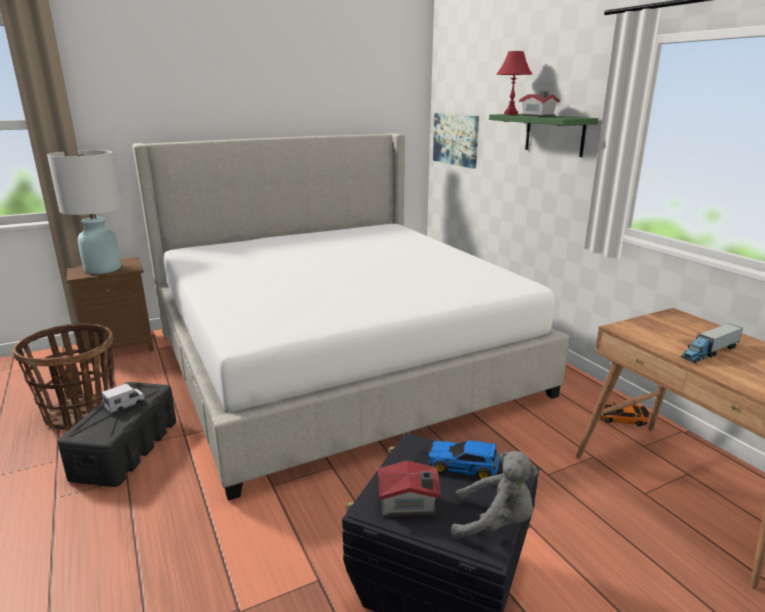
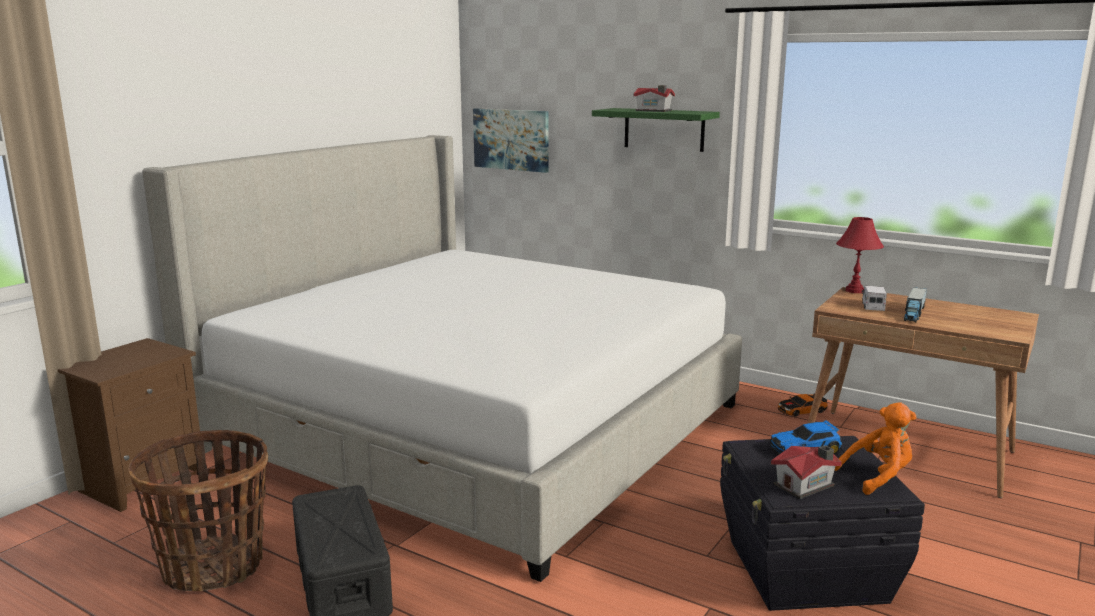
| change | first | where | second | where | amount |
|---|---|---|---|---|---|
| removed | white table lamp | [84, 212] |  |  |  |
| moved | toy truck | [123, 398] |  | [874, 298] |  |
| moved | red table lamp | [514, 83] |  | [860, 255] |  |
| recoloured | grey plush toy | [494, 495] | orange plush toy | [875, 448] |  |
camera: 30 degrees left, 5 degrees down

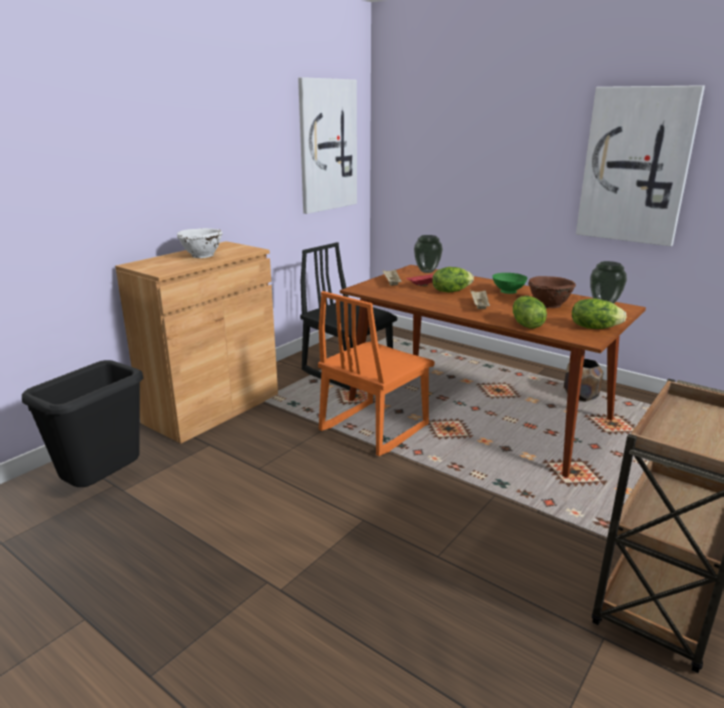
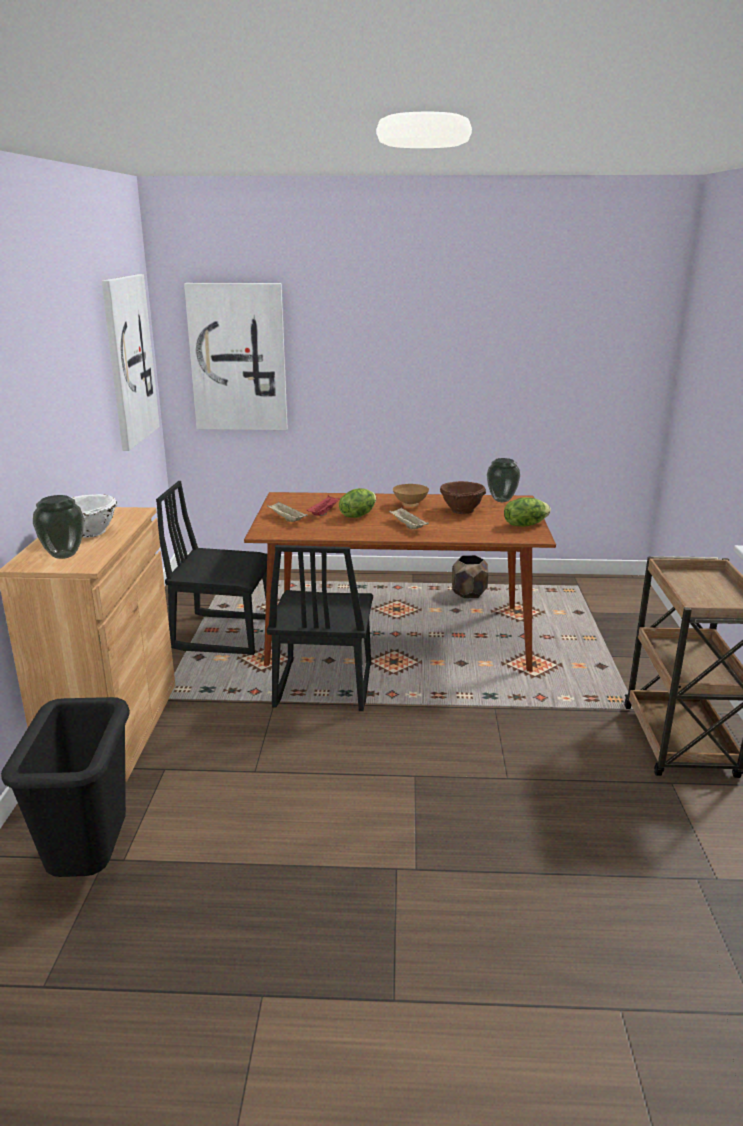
| change | first | where | second | where | amount |
|---|---|---|---|---|---|
| removed | lettuce | [530, 312] |  |  |  |
| moved | vase | [428, 254] |  | [58, 527] |  |
| moved | picture | [640, 165] |  | [236, 356] |  |
| recoloured | orange chair | [376, 373] | black chair | [320, 628] |  |
| recoloured | green bowl | [510, 283] | brown bowl | [411, 495] |  |
camera: 35 degrees left, 0 degrees up

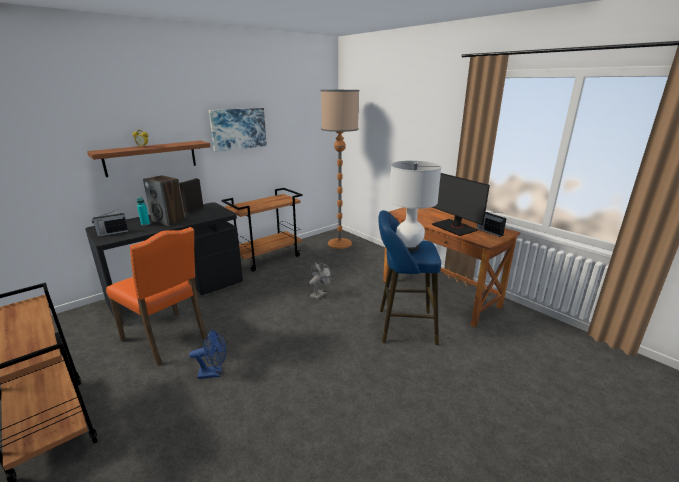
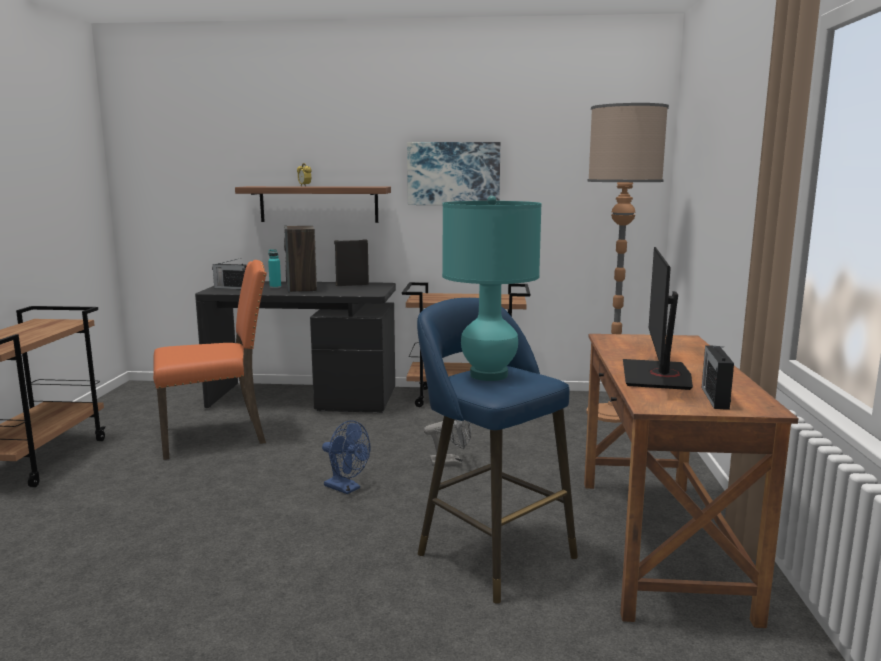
| change | first | where | second | where | amount |
|---|---|---|---|---|---|
| moved | blue fan | [207, 354] |  | [346, 457] |  |
| recoloured | white table lamp | [415, 206] | turquoise table lamp | [492, 288] |  |
| turned | orange chair | [157, 296] |  | [210, 360] | 105 degrees counterclockwise |
camera: 45 degrees right, 10 degrees down

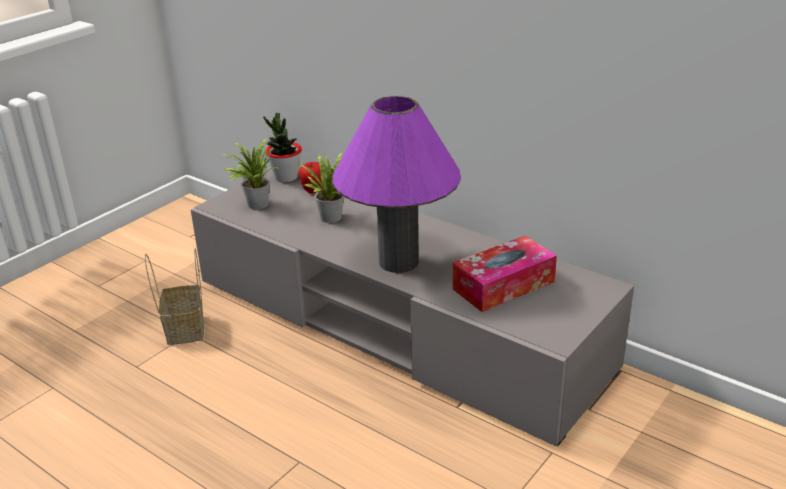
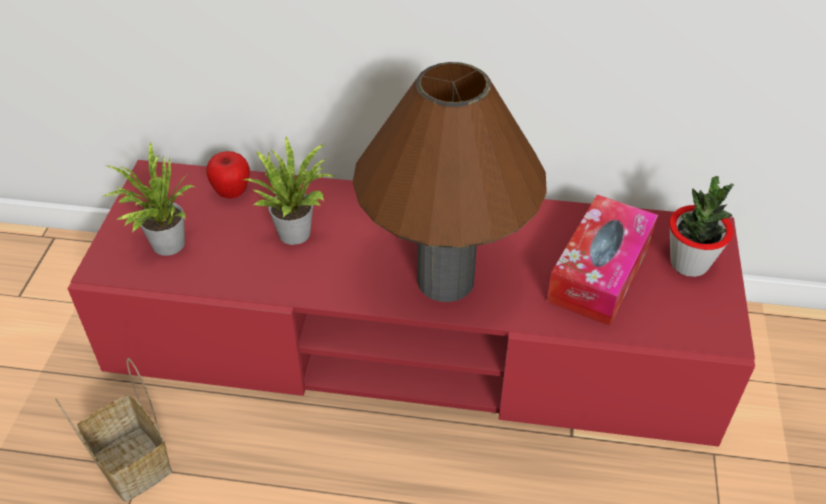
| change | first | where | second | where | amount |
|---|---|---|---|---|---|
| moved | potted plant | [282, 148] |  | [701, 226] |  |
| recoloured | grey tv stand | [412, 307] | red tv stand | [411, 303] |  |
| recoloured | purple table lamp | [397, 184] | brown table lamp | [450, 182] |  |
camera: 30 degrees left, 15 degrees up

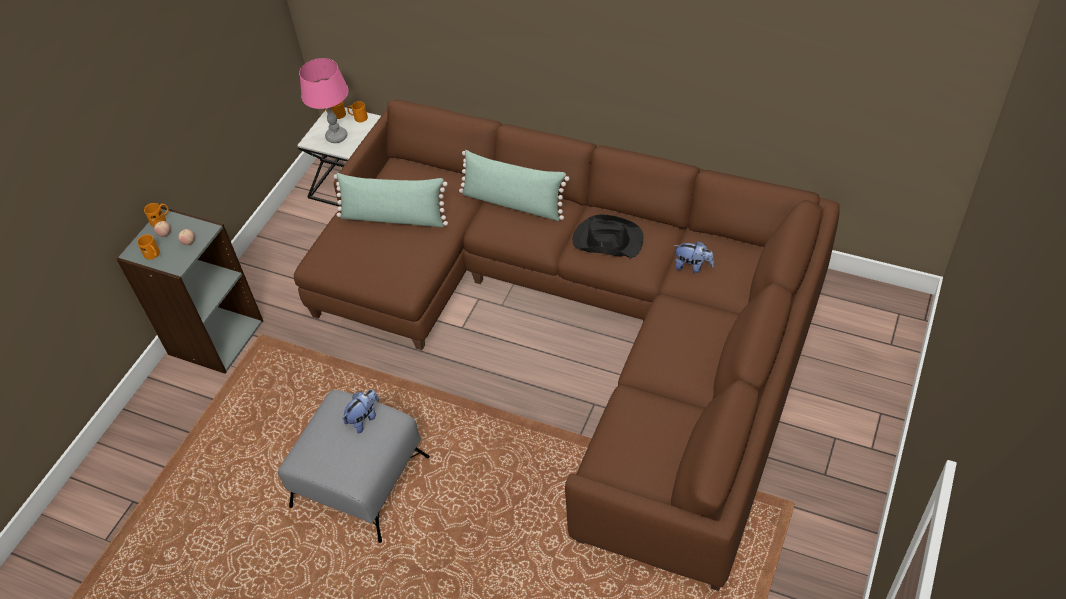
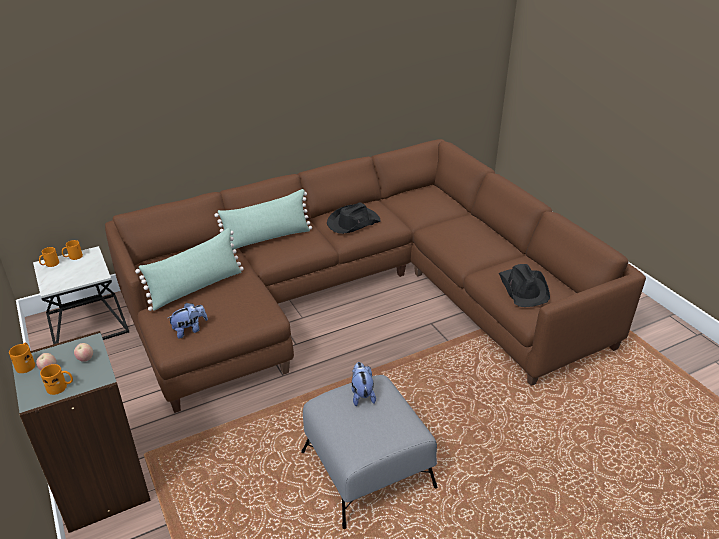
| change | first | where | second | where | amount |
|---|---|---|---|---|---|
| removed | pink table lamp | [324, 100] |  |  |  |
| added |  |  | black hat | [524, 285] |  |
| moved | plush toy | [693, 257] |  | [188, 321] |  |
camera: 55 degrees left, 15 degrees down

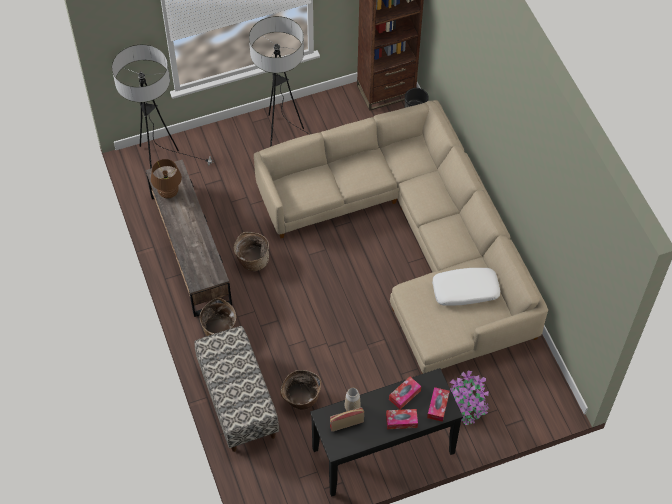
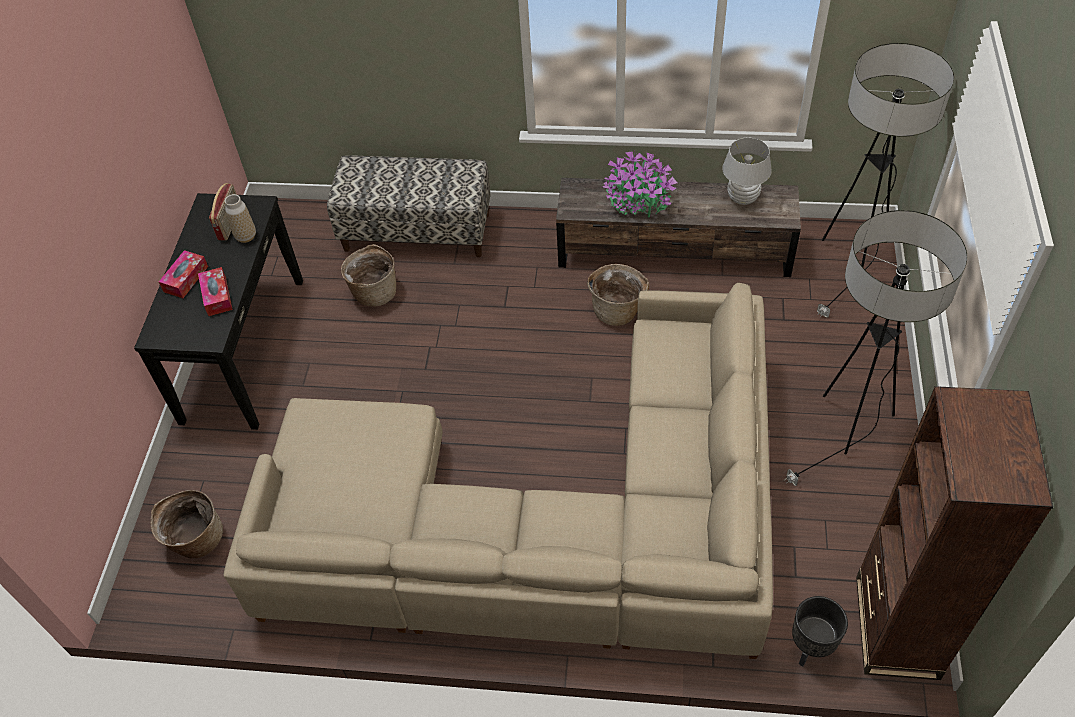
| change | first | where | second | where | amount |
|---|---|---|---|---|---|
| removed | tissue box | [438, 404] |  |  |  |
| removed | white pillow | [466, 287] |  |  |  |
| moved | basket | [218, 317] |  | [186, 524] |  |
| moved | potted plant | [469, 398] |  | [640, 184] |  |
| recoloured | brown table lamp | [166, 178] | white table lamp | [747, 171] |  |
camera: 120 degrees right, 5 degrees down

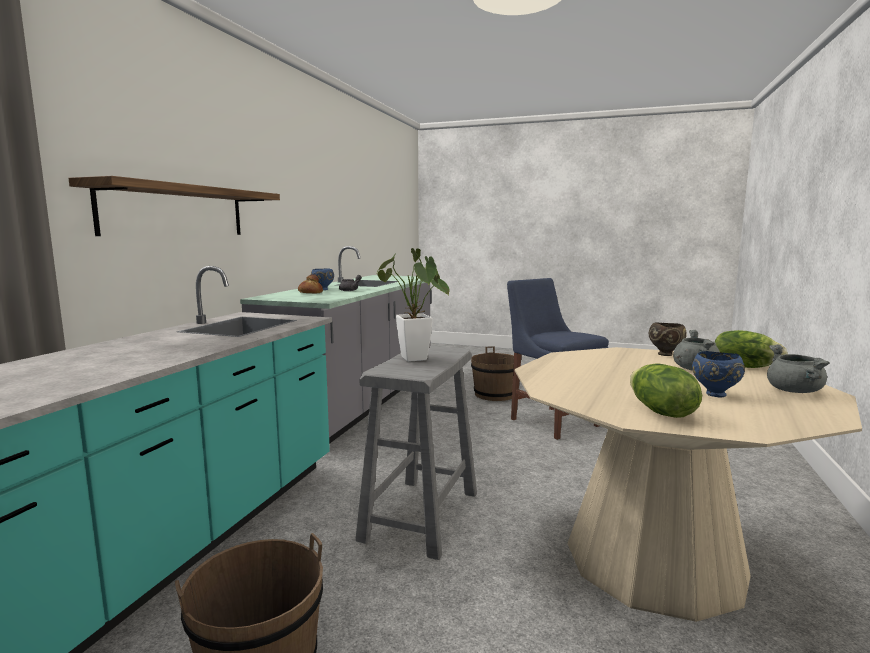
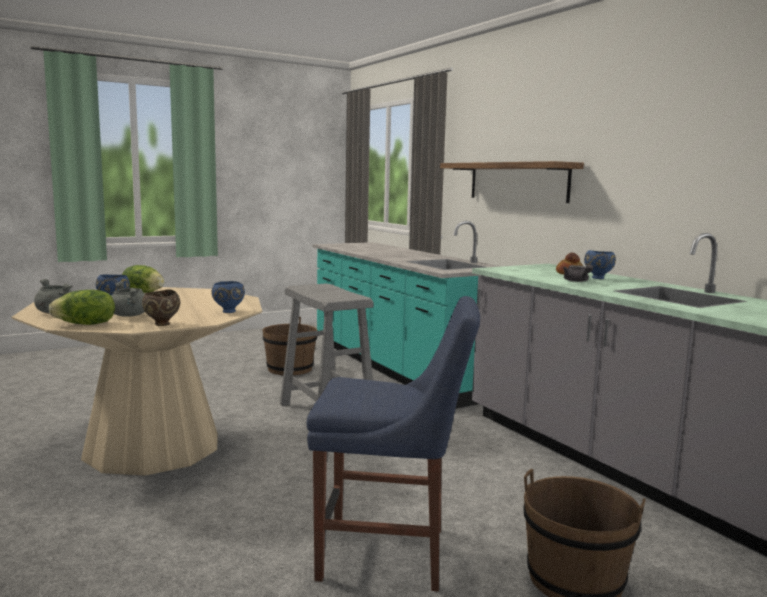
| change | first | where | second | where | amount |
|---|---|---|---|---|---|
| removed | potted plant | [413, 305] |  |  |  |
| added |  |  | blue bowl | [228, 297] |  |
camera: 130 degrees right, 0 degrees up

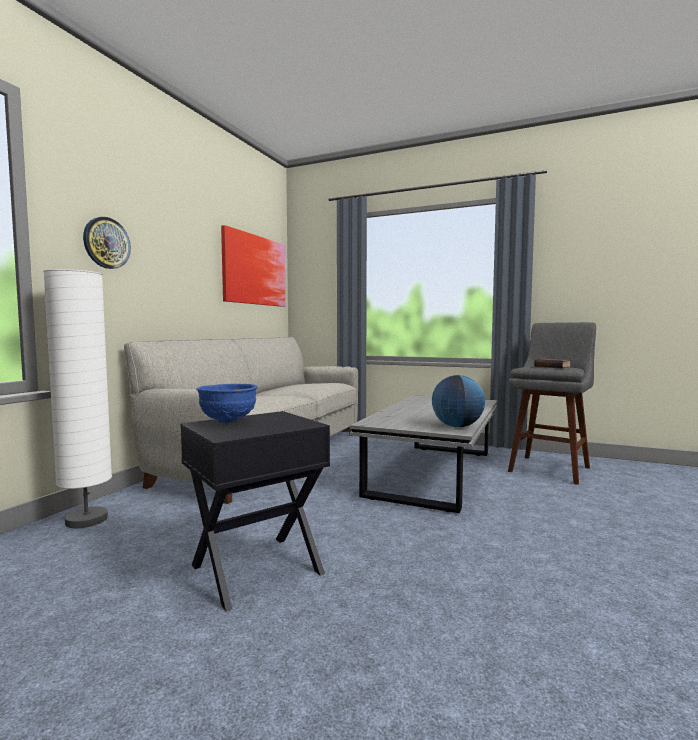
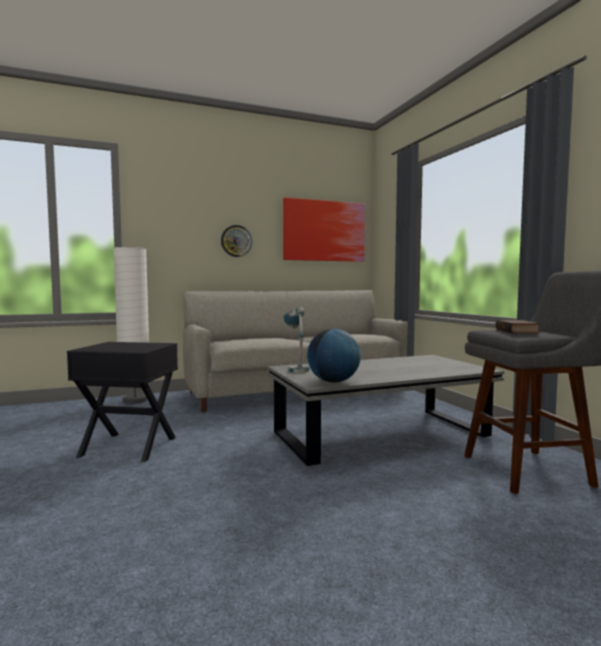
| change | first | where | second | where | amount |
|---|---|---|---|---|---|
| removed | blue bowl | [227, 403] |  |  |  |
| added |  |  | table lamp | [296, 340] |  |
| moved | wall clock | [107, 243] |  | [236, 241] |  |
camera: 45 degrees right, 0 degrees up

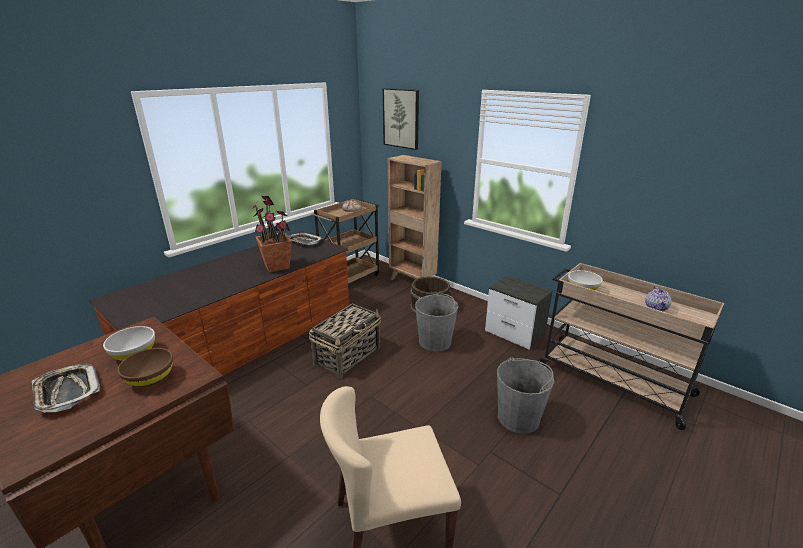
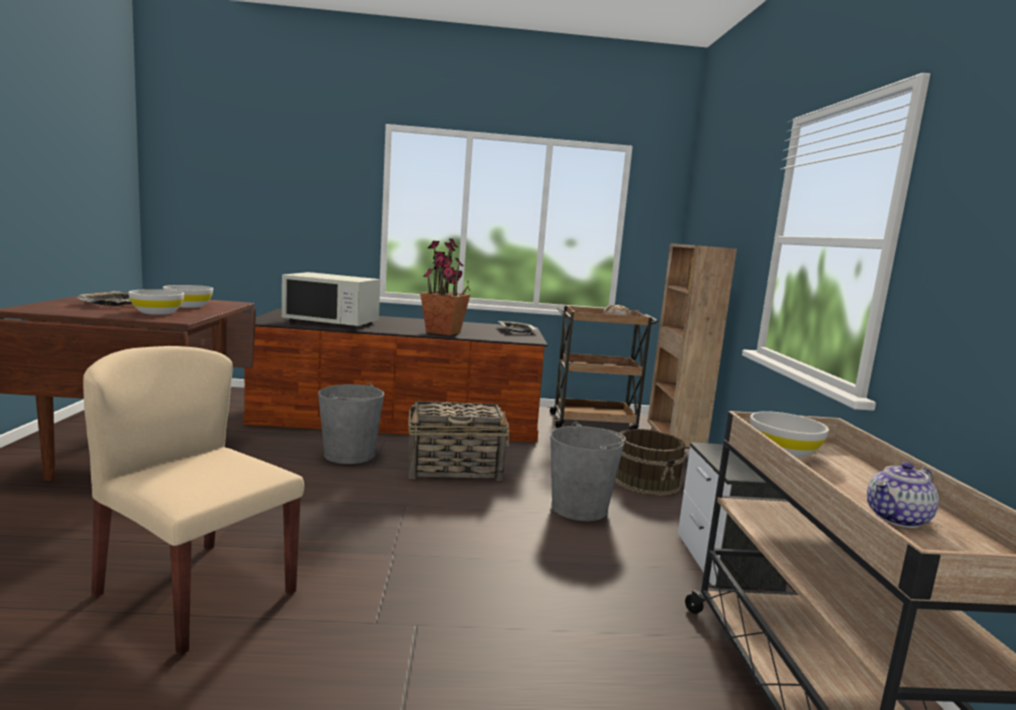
| change | first | where | second | where | amount |
|---|---|---|---|---|---|
| removed | picture | [401, 119] |  |  |  |
| added |  |  | white microwave | [331, 301] |  |
| moved | grey bucket | [525, 395] |  | [351, 423] |  |
| recoloured | brown bowl | [145, 367] | white bowl | [156, 302] |  |
camera: 45 degrees right, 15 degrees down

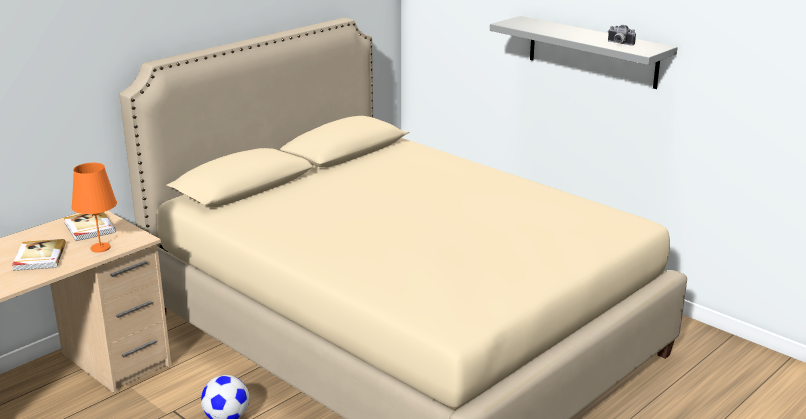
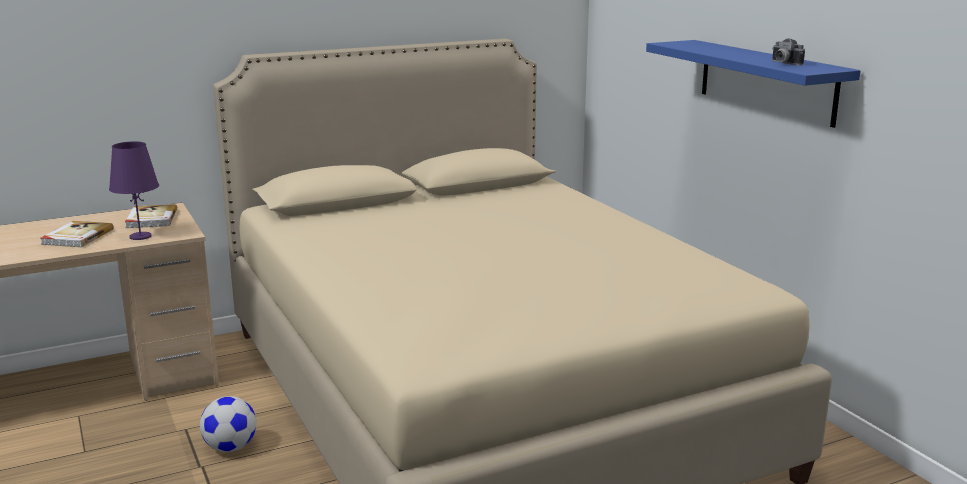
| change | first | where | second | where | amount |
|---|---|---|---|---|---|
| recoloured | orange table lamp | [94, 207] | purple table lamp | [134, 190] |  |
| recoloured | grey shelf | [584, 52] | blue shelf | [753, 84] |  |
camera: 20 degrees right, 5 degrees down

